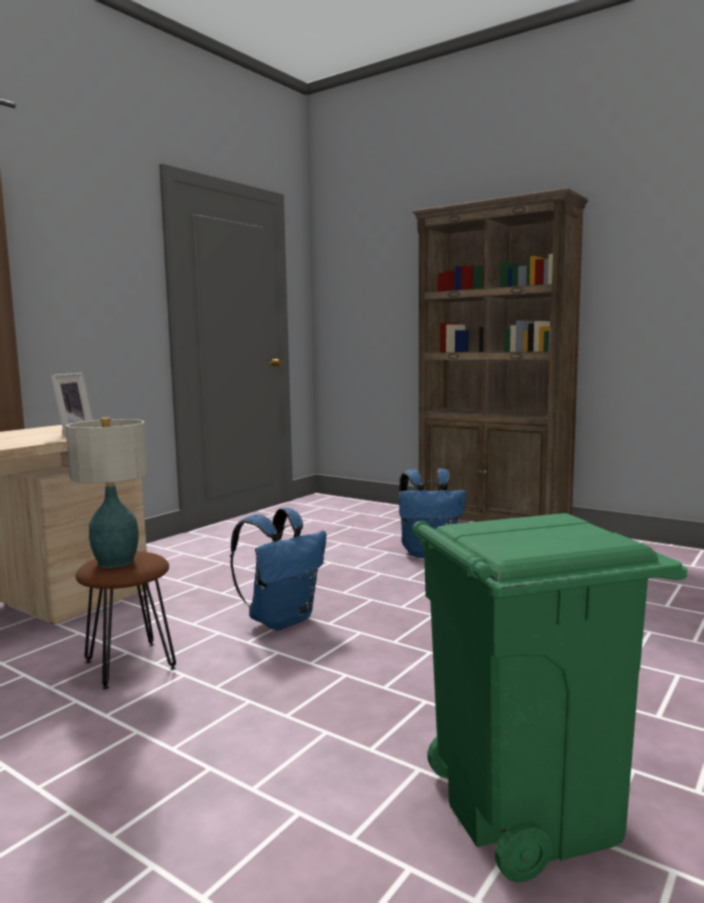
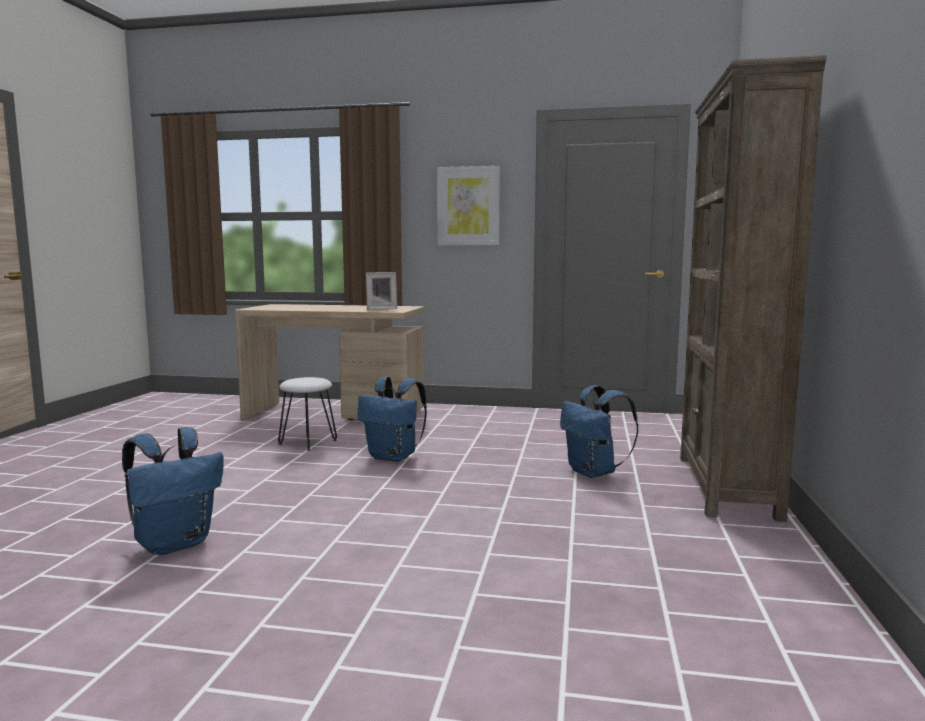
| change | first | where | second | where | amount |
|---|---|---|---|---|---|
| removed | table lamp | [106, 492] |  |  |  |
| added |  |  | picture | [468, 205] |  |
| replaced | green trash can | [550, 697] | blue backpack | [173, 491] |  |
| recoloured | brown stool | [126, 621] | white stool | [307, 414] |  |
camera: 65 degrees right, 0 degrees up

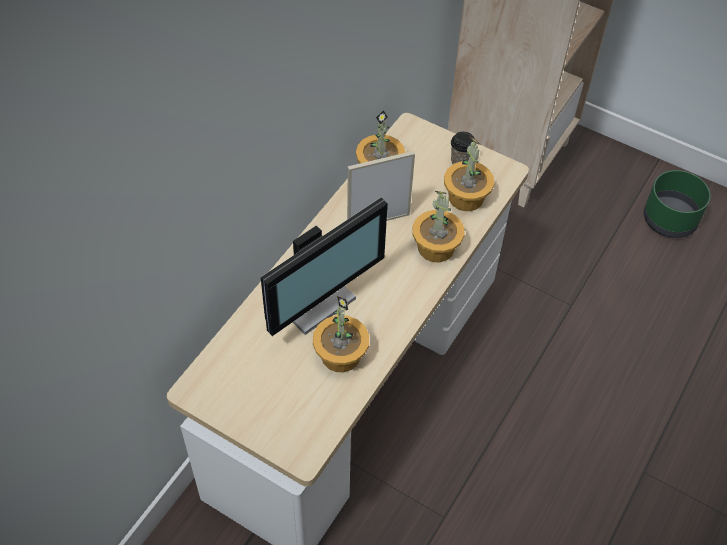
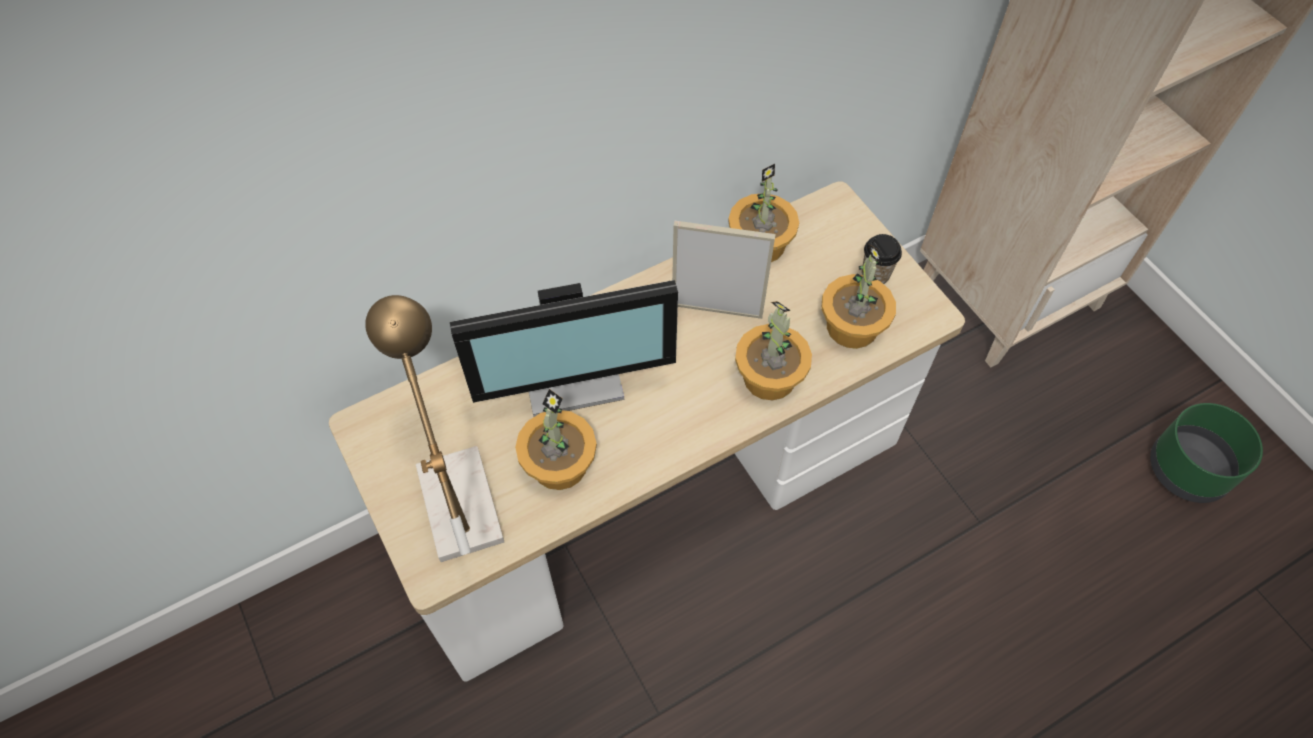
| change | first | where | second | where | amount |
|---|---|---|---|---|---|
| added |  |  | table lamp | [434, 428] |  |
camera: 30 degrees right, 5 degrees up

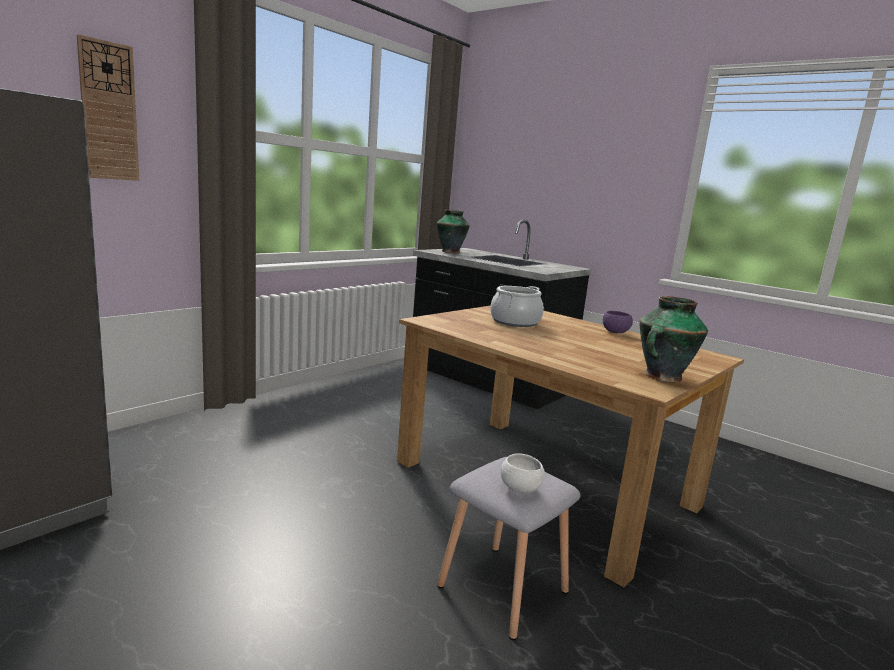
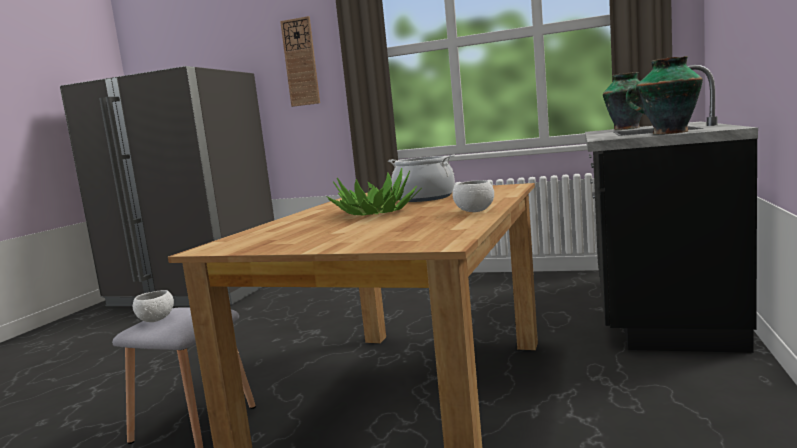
| change | first | where | second | where | amount |
|---|---|---|---|---|---|
| added |  |  | potted plant | [374, 192] |  |
| moved | vase | [673, 339] |  | [664, 95] |  |
| recoloured | purple bowl | [618, 322] | white bowl | [473, 196] |  |
camera: 70 degrees right, 5 degrees down

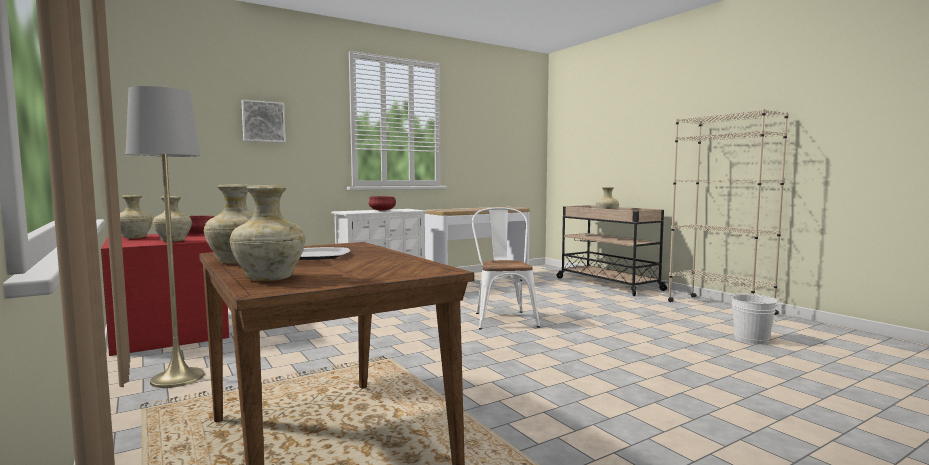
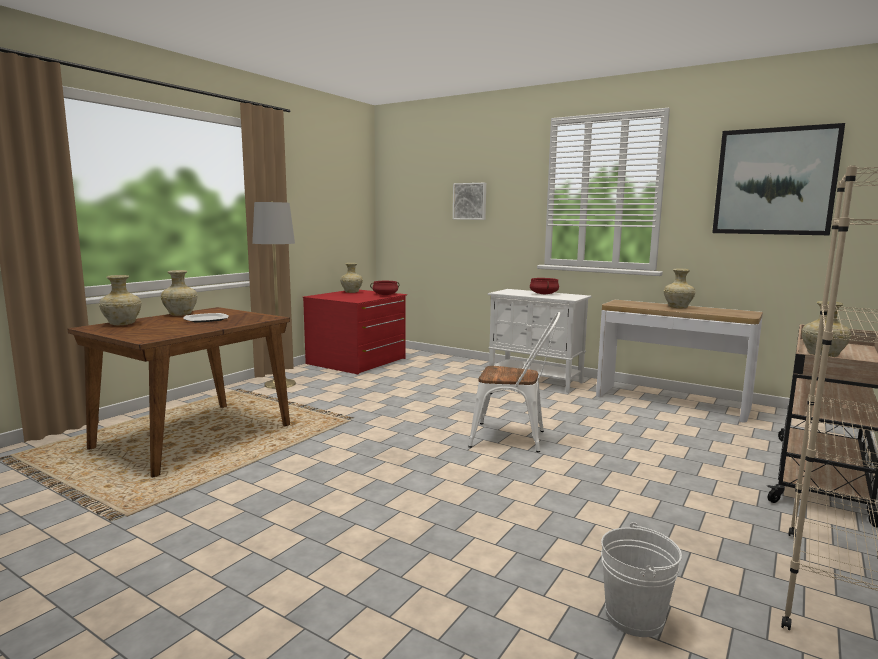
| change | first | where | second | where | amount |
|---|---|---|---|---|---|
| added |  |  | picture | [778, 179] |  |
| moved | beige vase | [172, 219] |  | [680, 288] |  |
| turned | white chair | [506, 268] |  | [514, 382] | 45 degrees clockwise |
camera: 65 degrees right, 5 degrees up

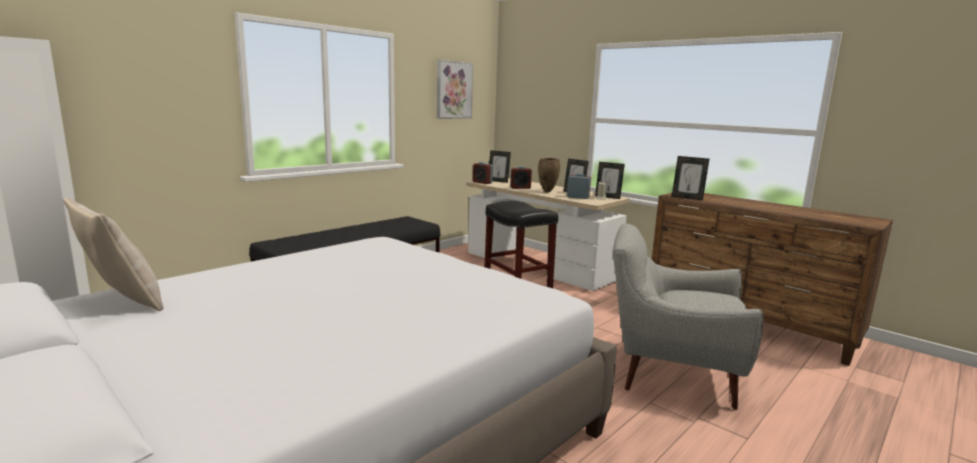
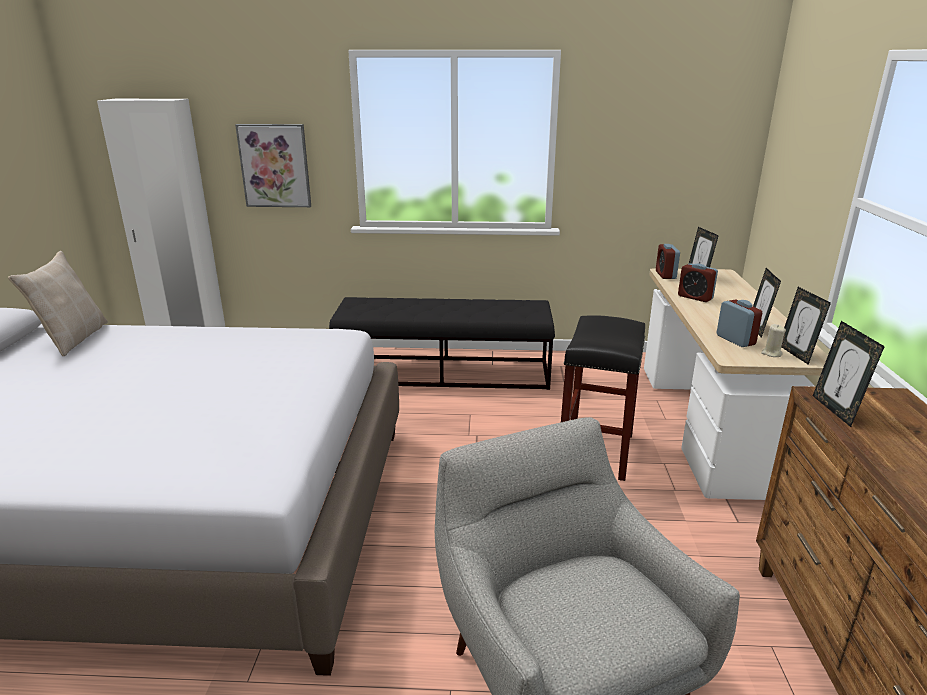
| change | first | where | second | where | amount |
|---|---|---|---|---|---|
| removed | brown vase | [549, 175] |  |  |  |
| moved | picture | [455, 89] |  | [273, 165] |  |
camera: 50 degrees right, 10 degrees up

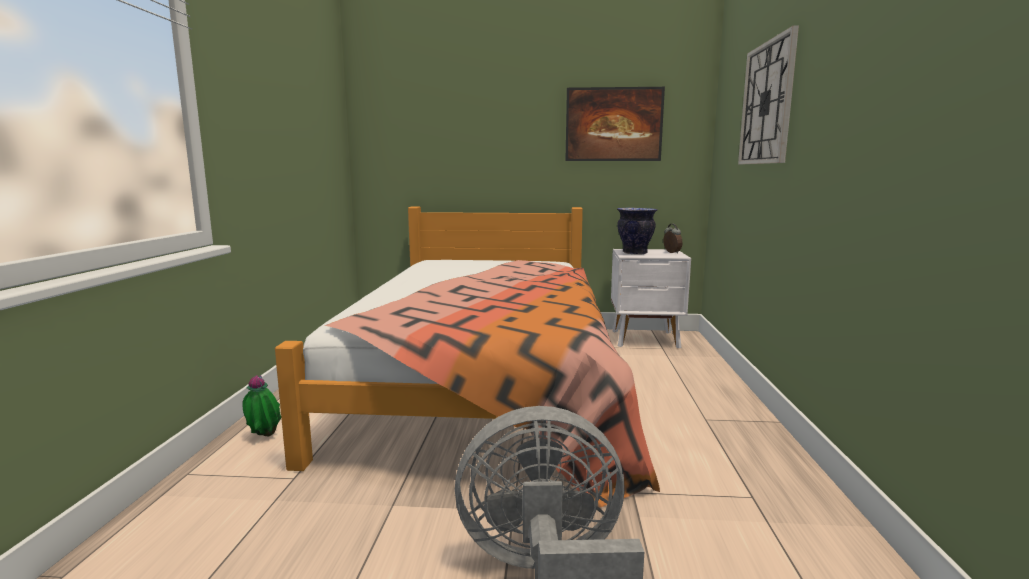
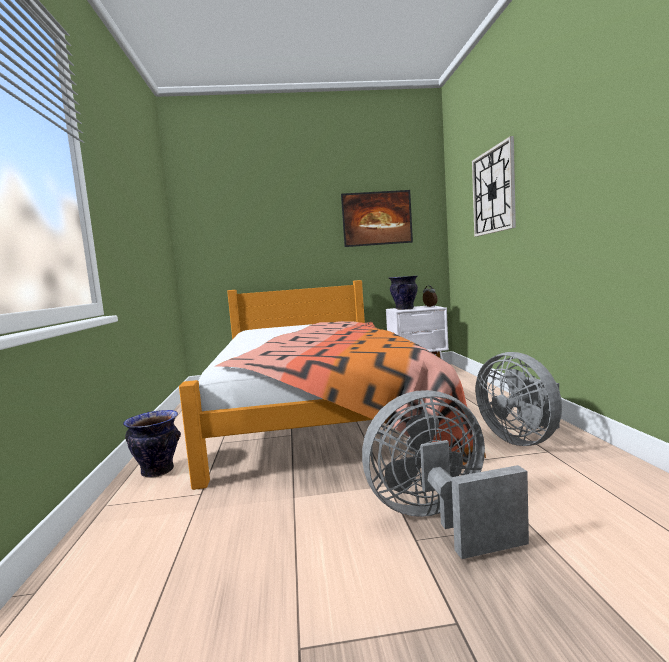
| change | first | where | second | where | amount |
|---|---|---|---|---|---|
| added |  |  | grey fan | [519, 399] |  |
| replaced | potted plant | [261, 406] | vase | [152, 444] |  |
camera: 10 degrees left, 5 degrees down

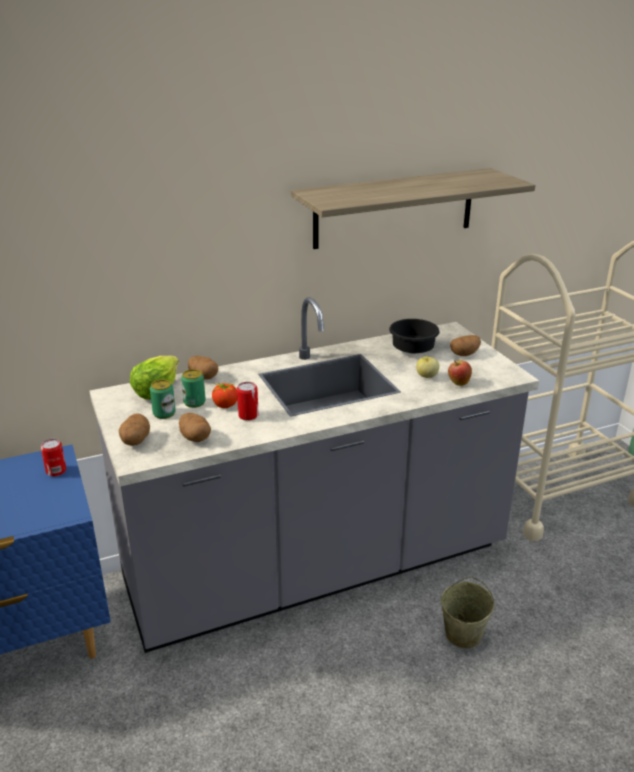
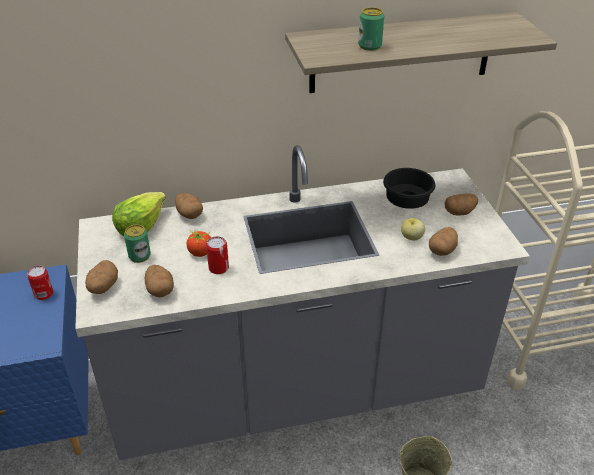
| change | first | where | second | where | amount |
|---|---|---|---|---|---|
| moved | can | [193, 388] |  | [371, 29] |  |
| replaced | apple | [460, 373] | potato | [443, 241] |  |
camera: 10 degrees right, 10 degrees up

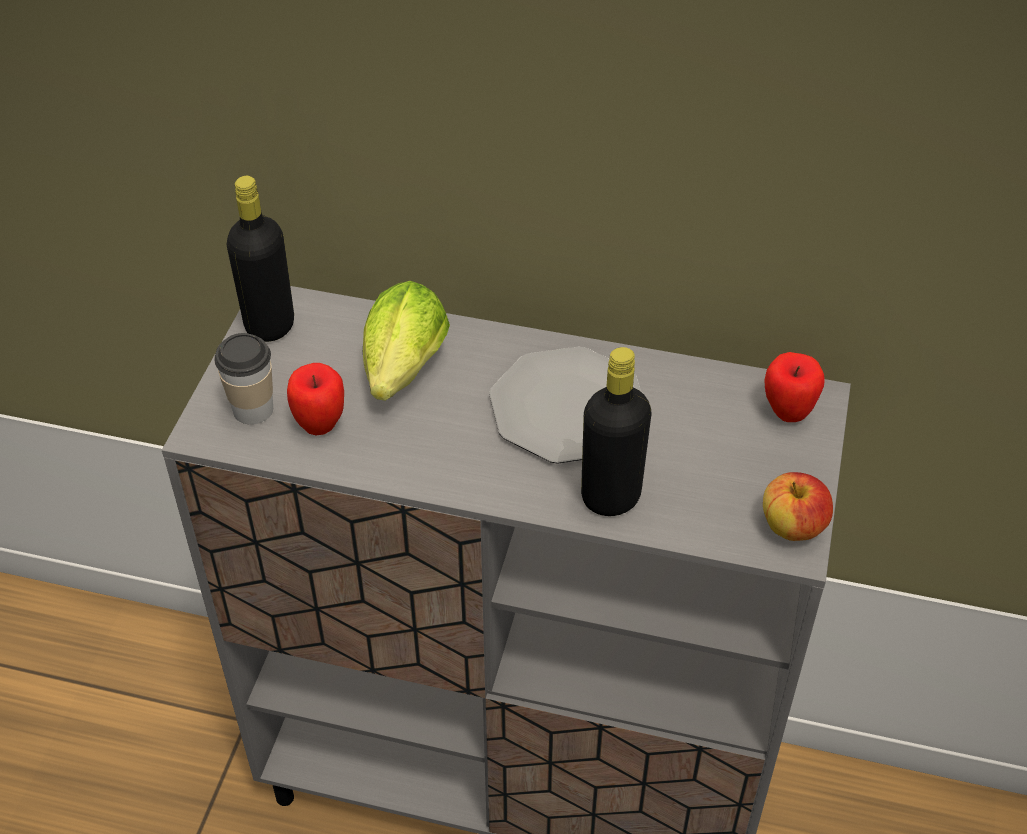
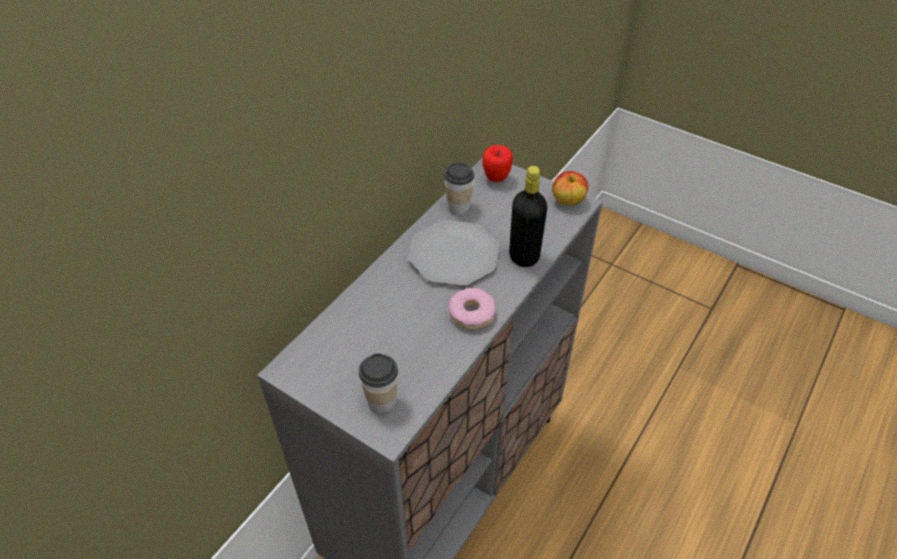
| change | first | where | second | where | amount |
|---|---|---|---|---|---|
| removed | black bottle | [260, 259] |  |  |  |
| removed | apple | [315, 399] |  |  |  |
| removed | lettuce | [406, 341] |  |  |  |
| added |  |  | cup | [459, 188] |  |
| added |  |  | donut | [472, 308] |  |
camera: 70 degrees left, 0 degrees up

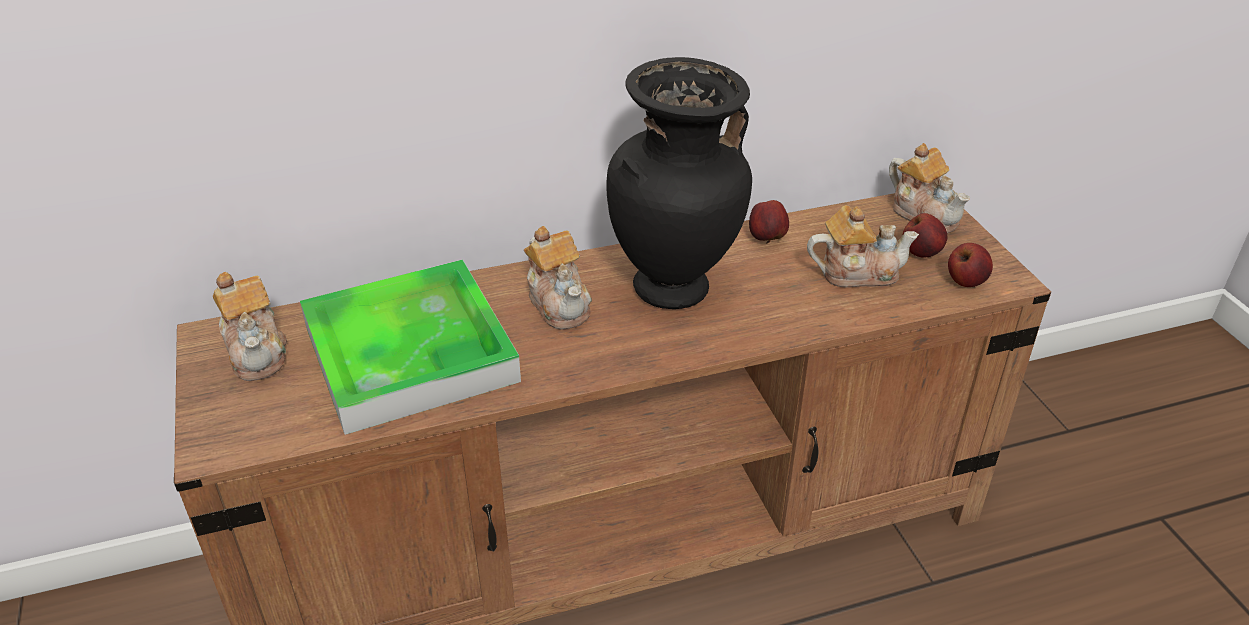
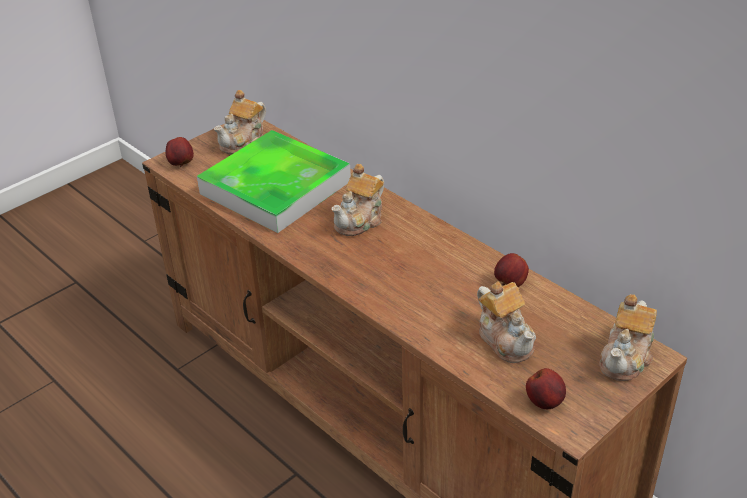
| change | first | where | second | where | amount |
|---|---|---|---|---|---|
| removed | black vase | [679, 183] |  |  |  |
| moved | apple | [925, 235] |  | [180, 152] |  |
camera: 65 degrees right, 0 degrees up

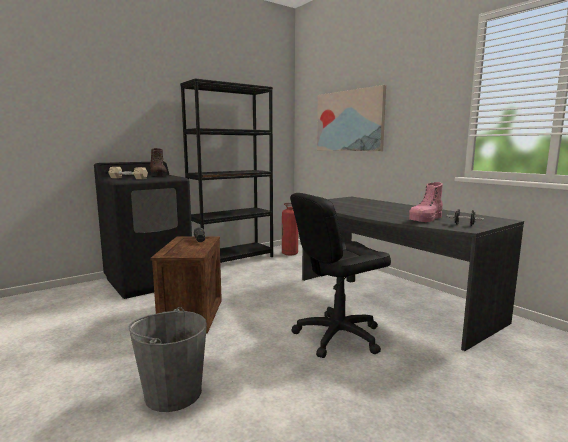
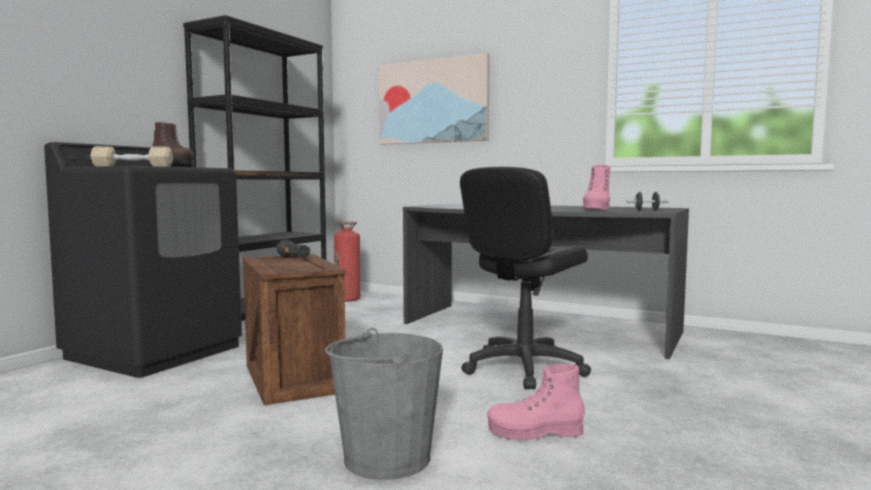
| change | first | where | second | where | amount |
|---|---|---|---|---|---|
| added |  |  | pink boot | [536, 402] |  |
camera: 25 degrees left, 5 degrees down

